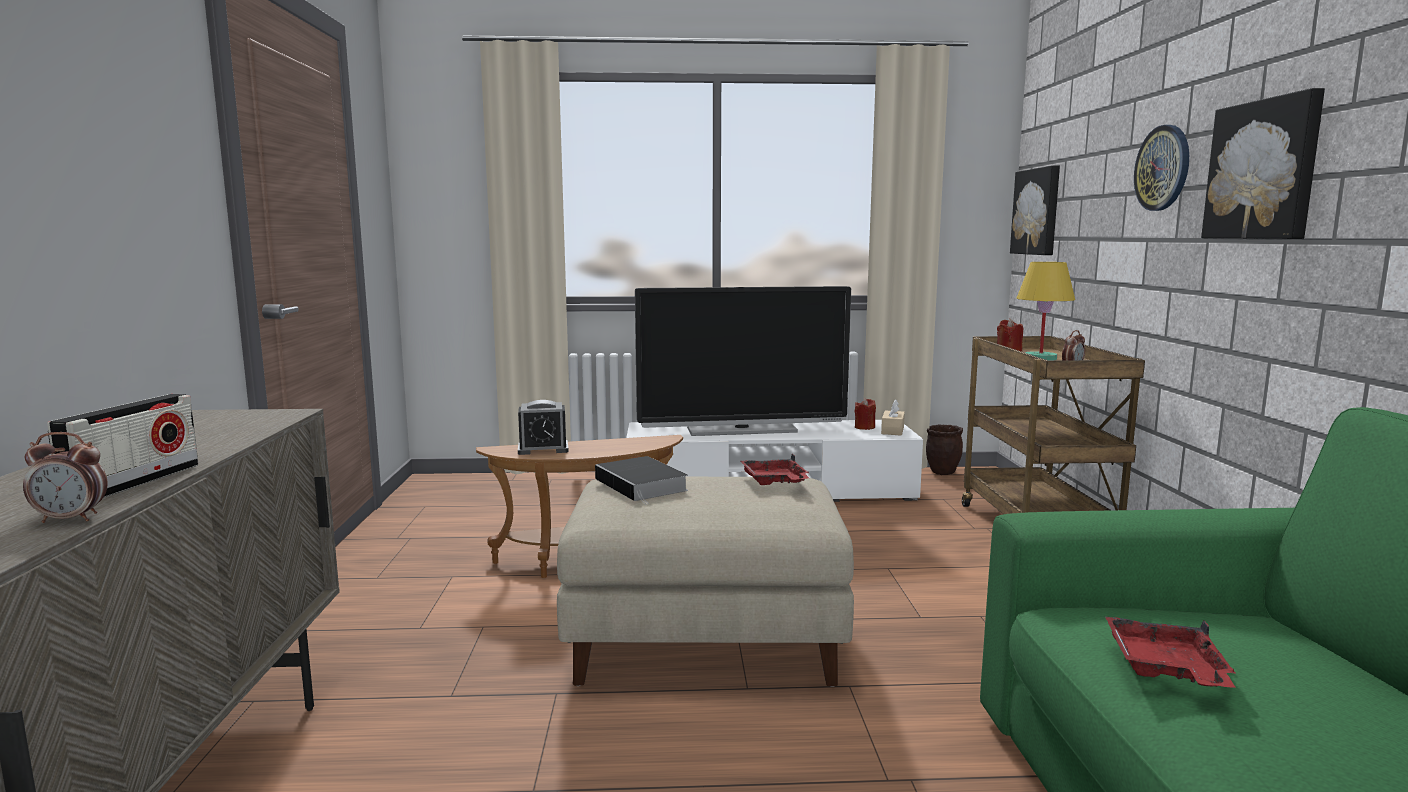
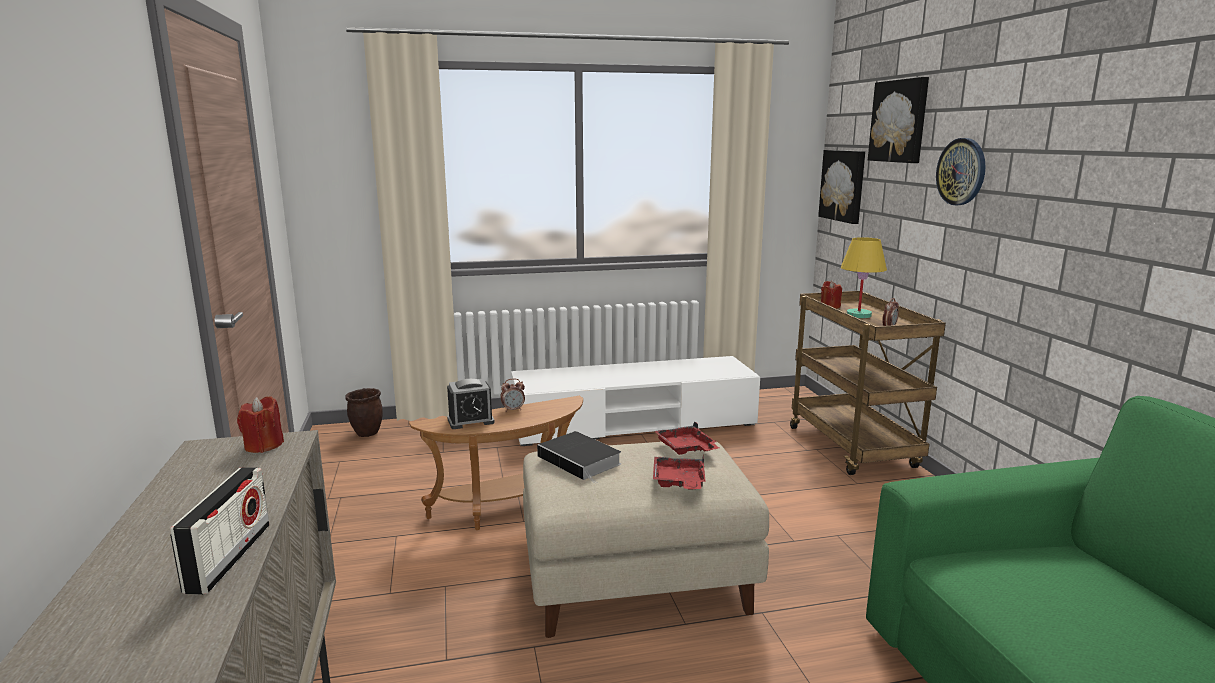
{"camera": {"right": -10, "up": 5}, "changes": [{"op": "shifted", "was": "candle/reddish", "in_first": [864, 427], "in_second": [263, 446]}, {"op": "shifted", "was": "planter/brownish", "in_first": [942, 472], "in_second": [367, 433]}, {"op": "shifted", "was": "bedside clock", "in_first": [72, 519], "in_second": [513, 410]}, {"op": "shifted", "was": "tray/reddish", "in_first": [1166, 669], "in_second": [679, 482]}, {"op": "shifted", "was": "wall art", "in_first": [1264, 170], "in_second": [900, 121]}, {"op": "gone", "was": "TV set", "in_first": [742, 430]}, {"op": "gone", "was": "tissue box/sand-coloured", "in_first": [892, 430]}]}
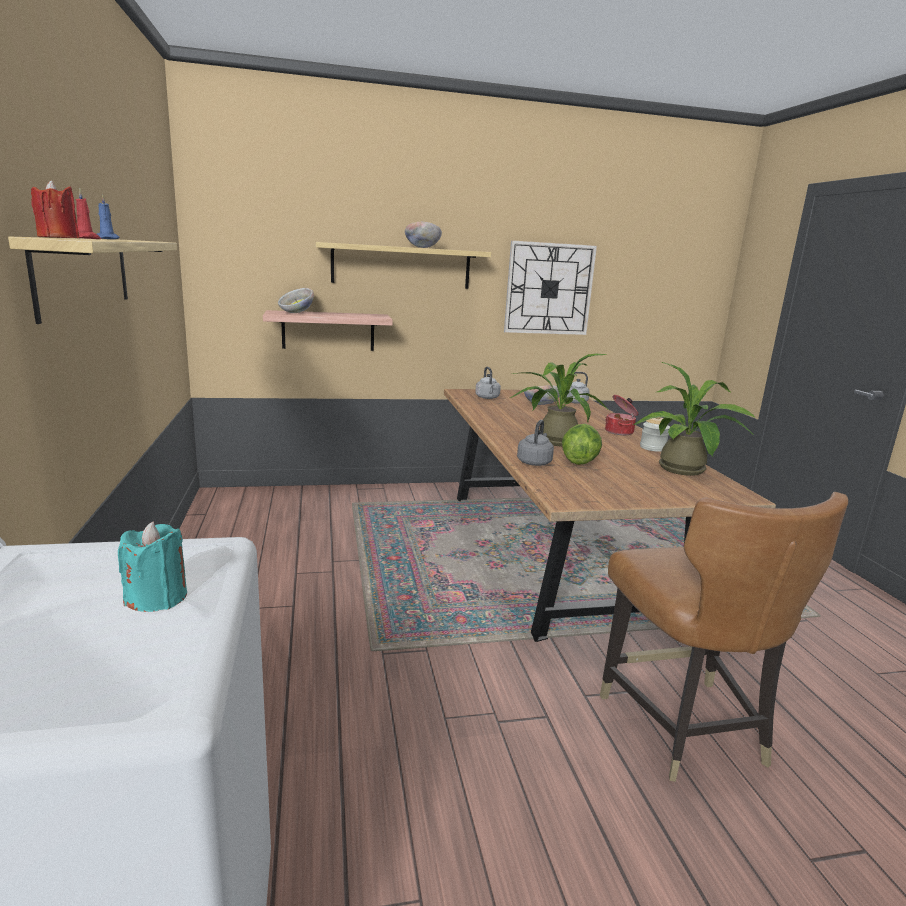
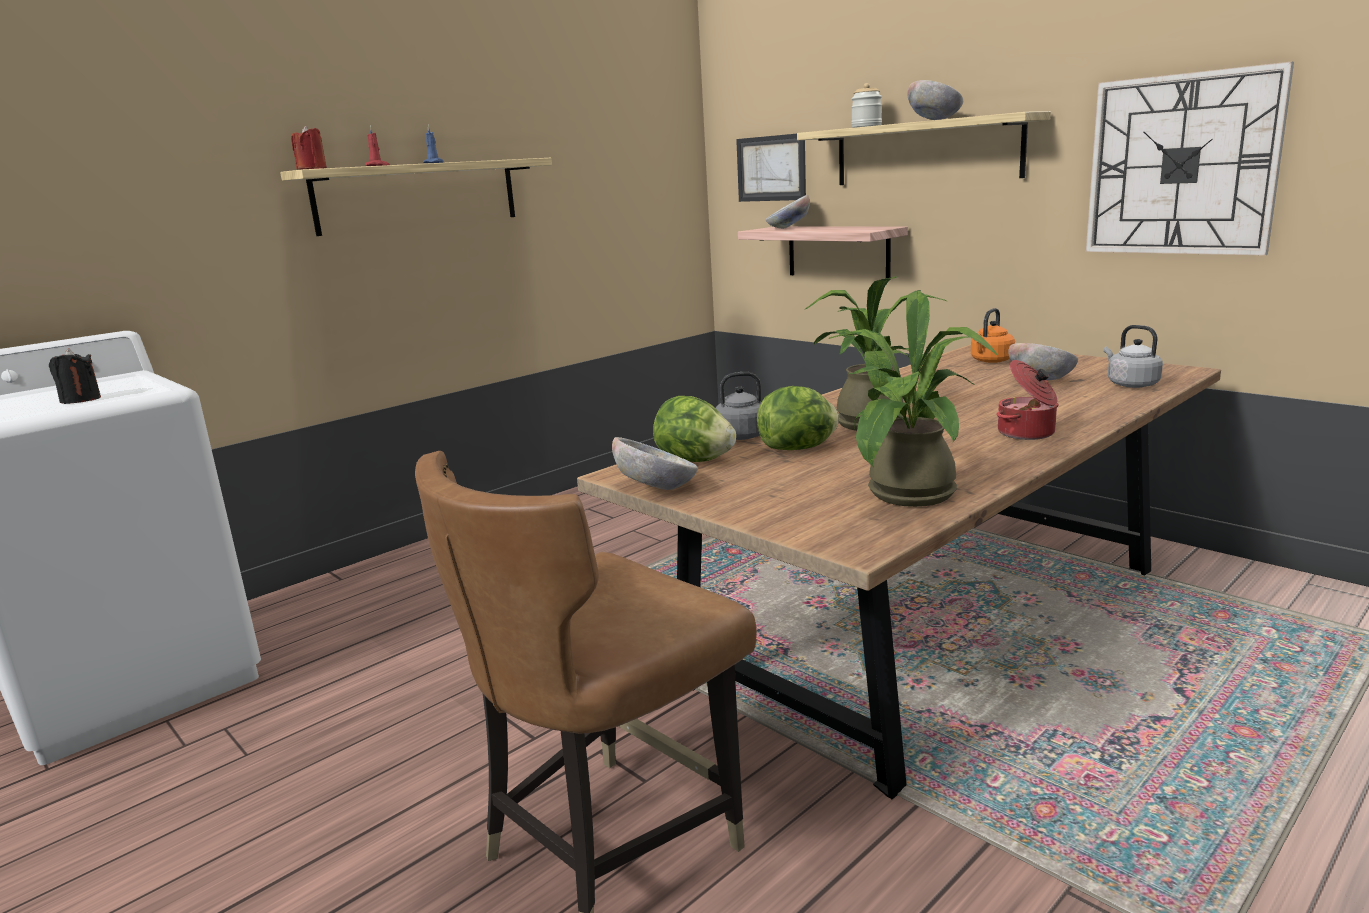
{"camera": {"right": 60, "up": 0}, "changes": [{"op": "repainted", "was": "candle/blue-green", "now": "candle/black", "in_first": [157, 598], "in_second": [80, 400]}, {"op": "new", "now": "bowl", "in_second": [657, 489]}, {"op": "new", "now": "lettuce", "in_second": [694, 460]}, {"op": "new", "now": "wall art", "in_second": [771, 168]}, {"op": "shifted", "was": "preserve jar", "in_first": [652, 448], "in_second": [866, 126]}, {"op": "repainted", "was": "kettle/gray", "now": "kettle/orange-coloured", "in_first": [487, 398], "in_second": [990, 361]}]}
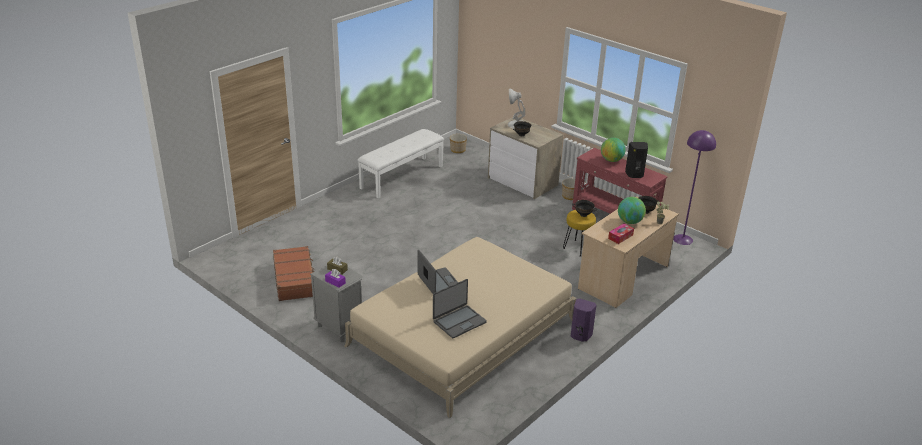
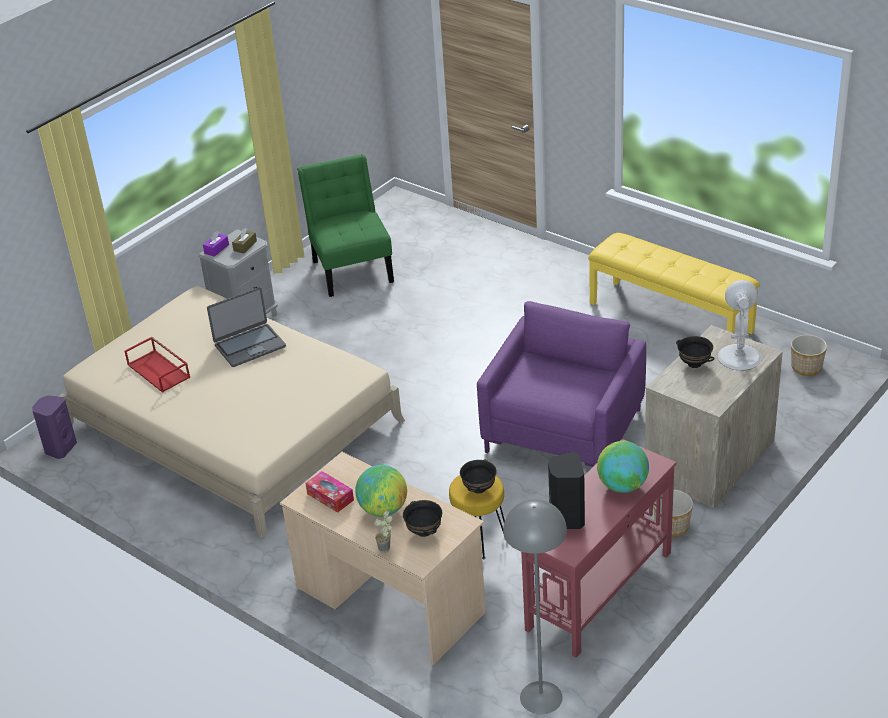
{"camera": {"right": 90, "up": 5}, "changes": [{"op": "shifted", "was": "speaker/purple-coloured", "in_first": [580, 335], "in_second": [60, 448]}, {"op": "swapped", "was": "laptop", "now": "tray/reddish", "in_first": [459, 322], "in_second": [159, 371]}, {"op": "swapped", "was": "suitcase/brownish", "now": "chair/green-coloured", "in_first": [295, 279], "in_second": [352, 269]}, {"op": "new", "now": "easy chair/purple-coloured", "in_second": [563, 431]}, {"op": "repainted", "was": "standing lamp/purple-coloured", "now": "standing lamp/gray", "in_first": [683, 239], "in_second": [540, 697]}, {"op": "repainted", "was": "bench/white", "now": "bench/yellow", "in_first": [401, 177], "in_second": [671, 317]}]}
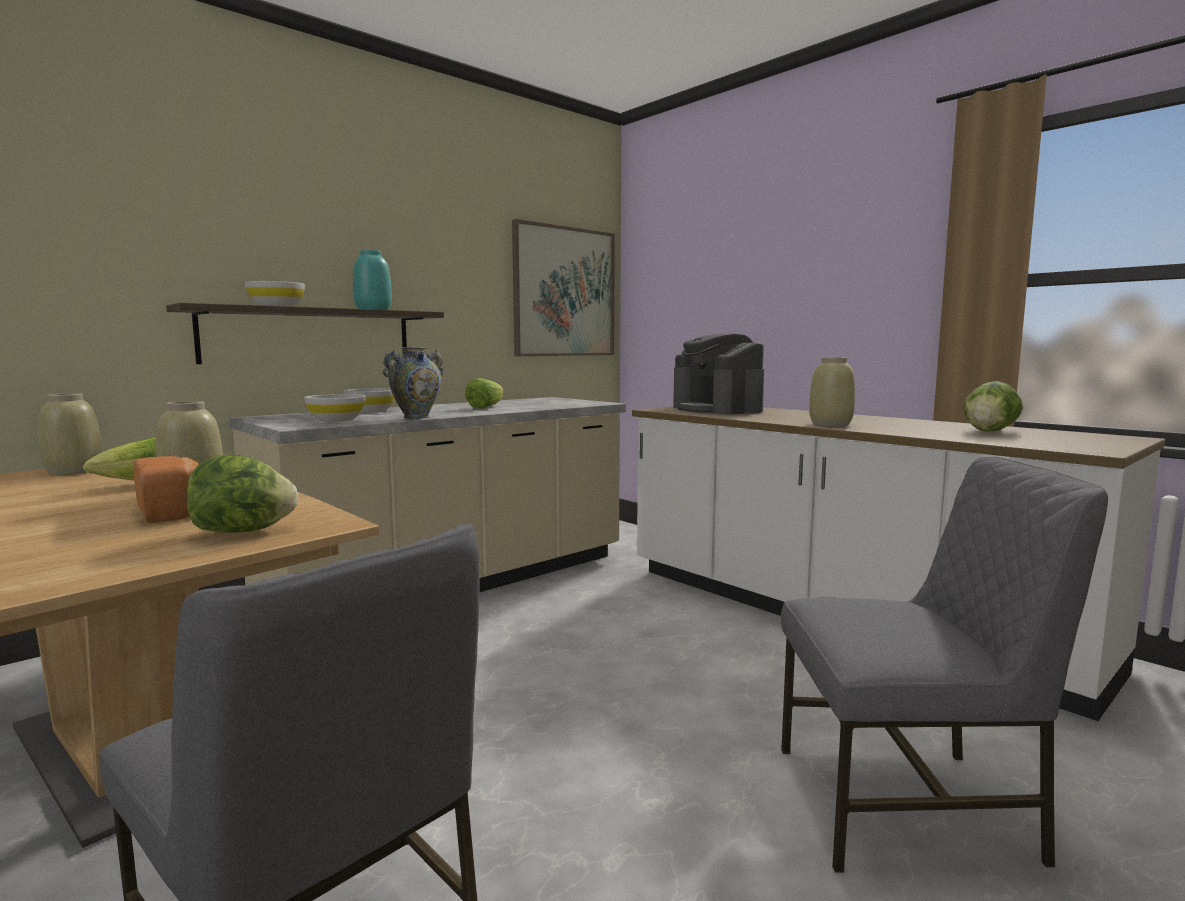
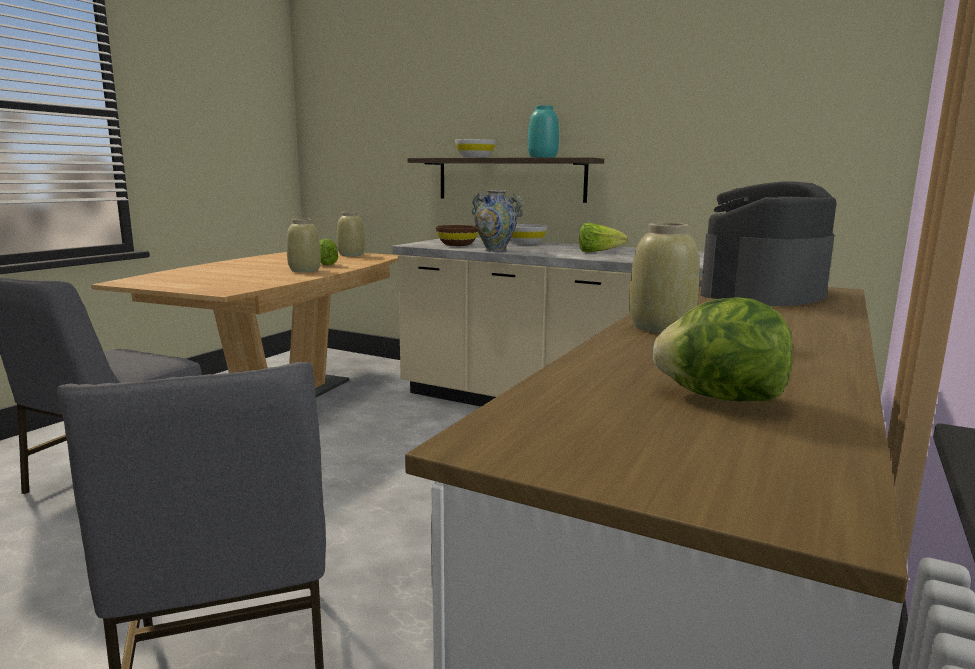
{"camera": {"right": 70, "up": 5}, "changes": [{"op": "repainted", "was": "bowl/white", "now": "bowl/brownish", "in_first": [336, 420], "in_second": [457, 245]}, {"op": "gone", "was": "baked bread", "in_first": [175, 511]}, {"op": "gone", "was": "lettuce", "in_first": [243, 532]}, {"op": "gone", "was": "wall art", "in_first": [564, 292]}]}
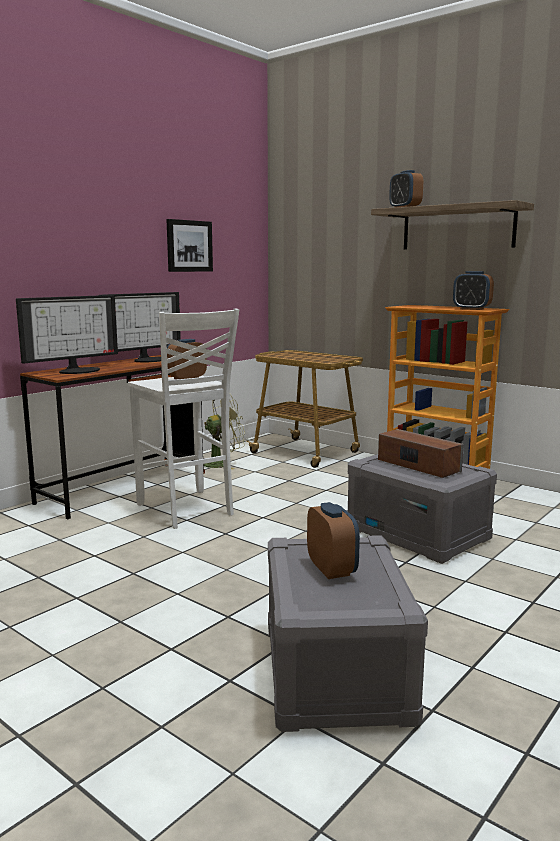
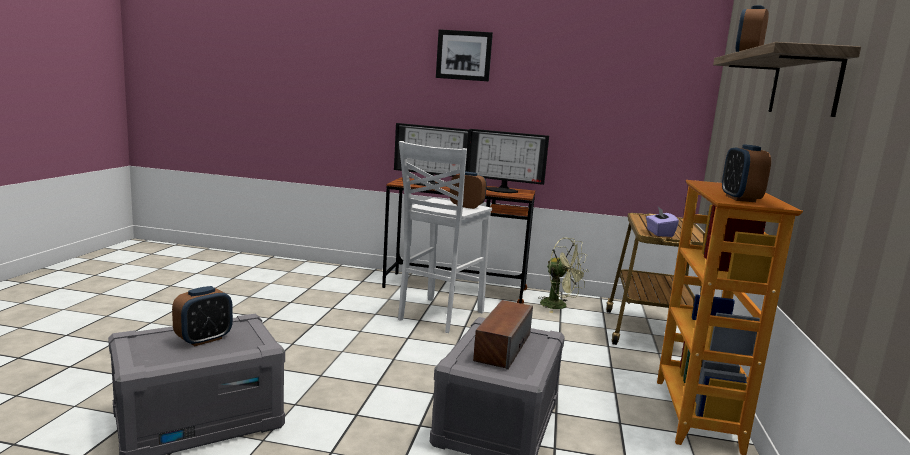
{"camera": {"right": 60, "up": 0}, "changes": [{"op": "shifted", "was": "wall art", "in_first": [189, 246], "in_second": [464, 55]}, {"op": "new", "now": "tissue box/purple-coloured", "in_second": [659, 233]}]}
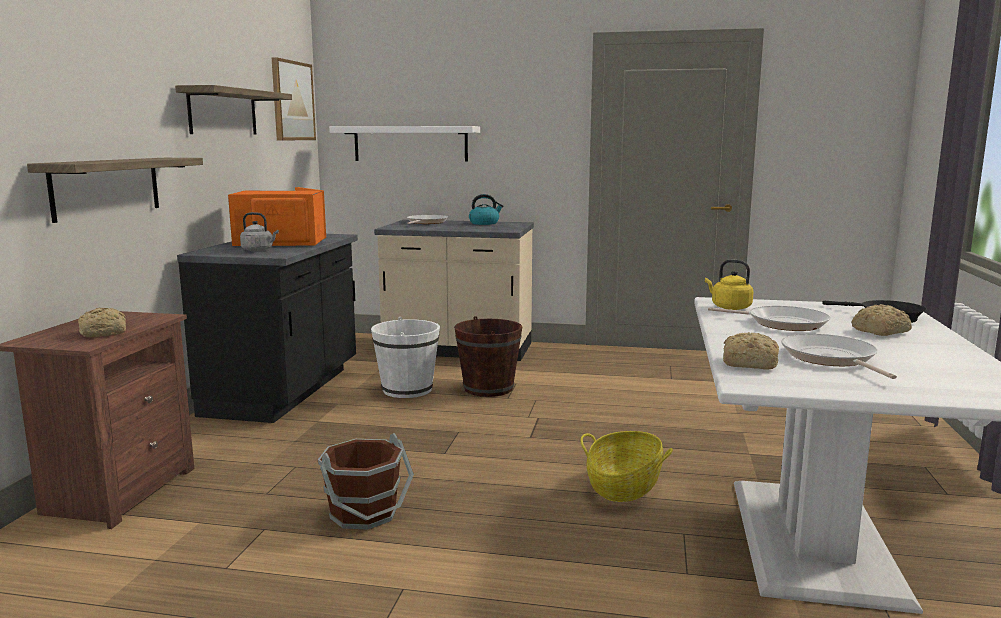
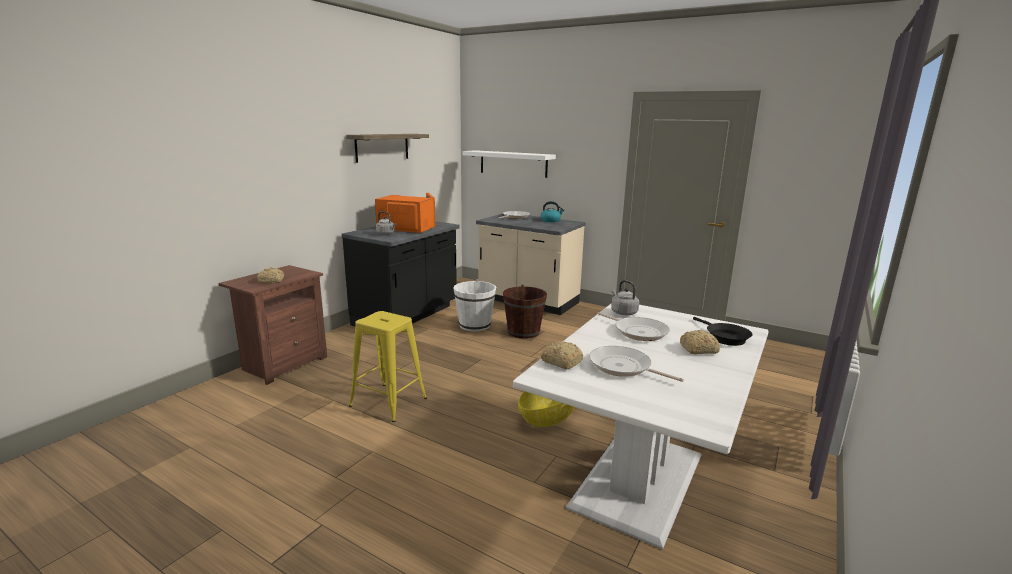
{"camera": {"right": 20, "up": 5}, "changes": [{"op": "swapped", "was": "water bucket/brownish", "now": "sitting stool/yellow", "in_first": [365, 513], "in_second": [388, 402]}, {"op": "rotated", "was": "skillet", "in_first": [830, 358], "in_second": [623, 367], "clockwise": -60}, {"op": "repainted", "was": "kettle/yellow", "now": "kettle/gray", "in_first": [729, 307], "in_second": [623, 312]}, {"op": "gone", "was": "bracket shelf", "in_first": [106, 187]}, {"op": "gone", "was": "wall art", "in_first": [292, 101]}]}
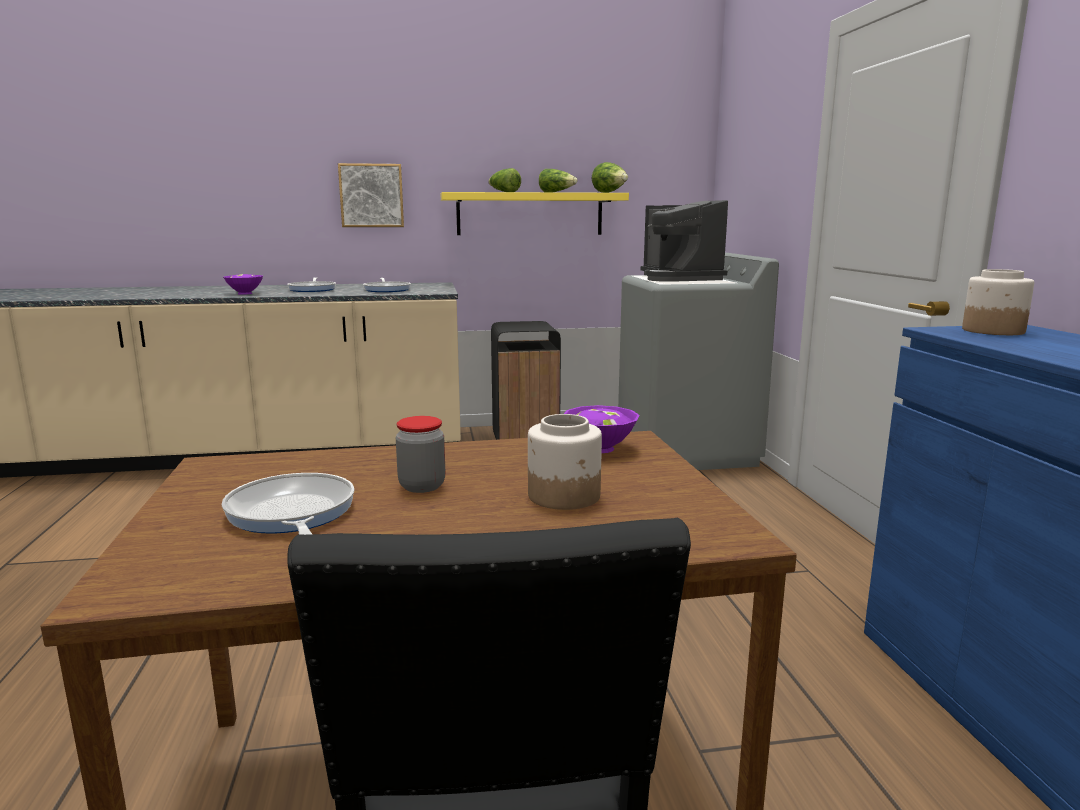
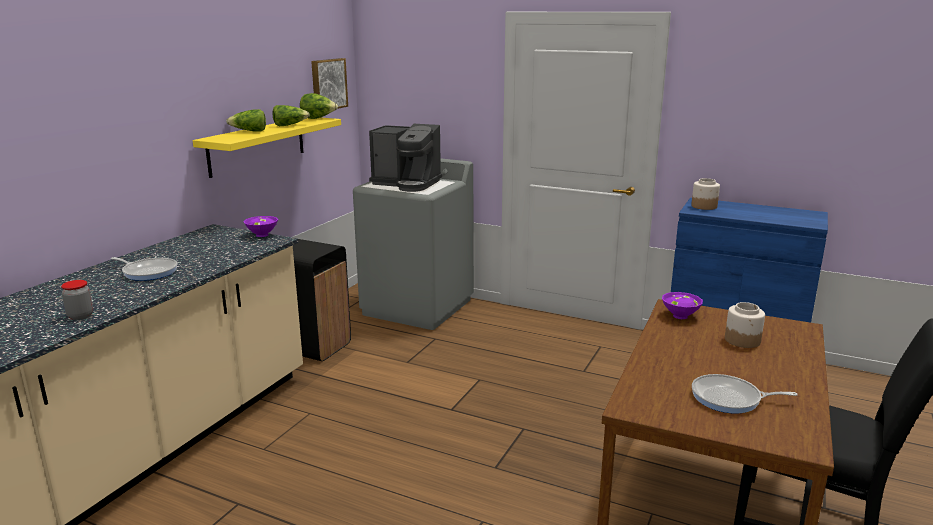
{"camera": {"right": -55, "up": 5}, "changes": [{"op": "shifted", "was": "preserve jar", "in_first": [422, 486], "in_second": [80, 316]}, {"op": "shifted", "was": "bowl/purple-coloured", "in_first": [246, 293], "in_second": [263, 235]}, {"op": "shifted", "was": "wall art", "in_first": [371, 195], "in_second": [328, 84]}, {"op": "gone", "was": "skillet", "in_first": [387, 289]}]}
